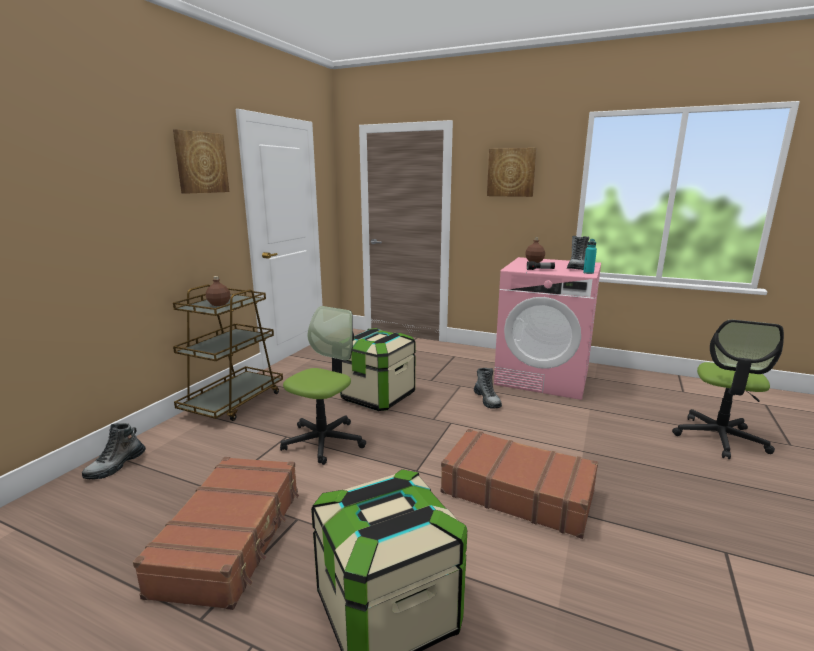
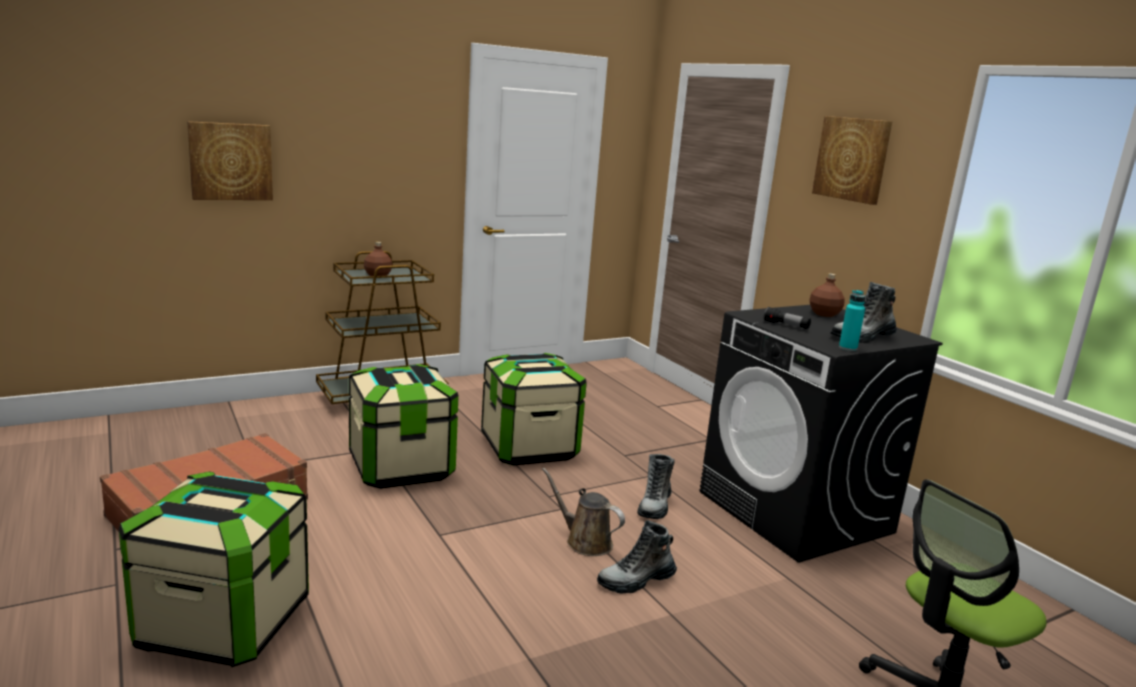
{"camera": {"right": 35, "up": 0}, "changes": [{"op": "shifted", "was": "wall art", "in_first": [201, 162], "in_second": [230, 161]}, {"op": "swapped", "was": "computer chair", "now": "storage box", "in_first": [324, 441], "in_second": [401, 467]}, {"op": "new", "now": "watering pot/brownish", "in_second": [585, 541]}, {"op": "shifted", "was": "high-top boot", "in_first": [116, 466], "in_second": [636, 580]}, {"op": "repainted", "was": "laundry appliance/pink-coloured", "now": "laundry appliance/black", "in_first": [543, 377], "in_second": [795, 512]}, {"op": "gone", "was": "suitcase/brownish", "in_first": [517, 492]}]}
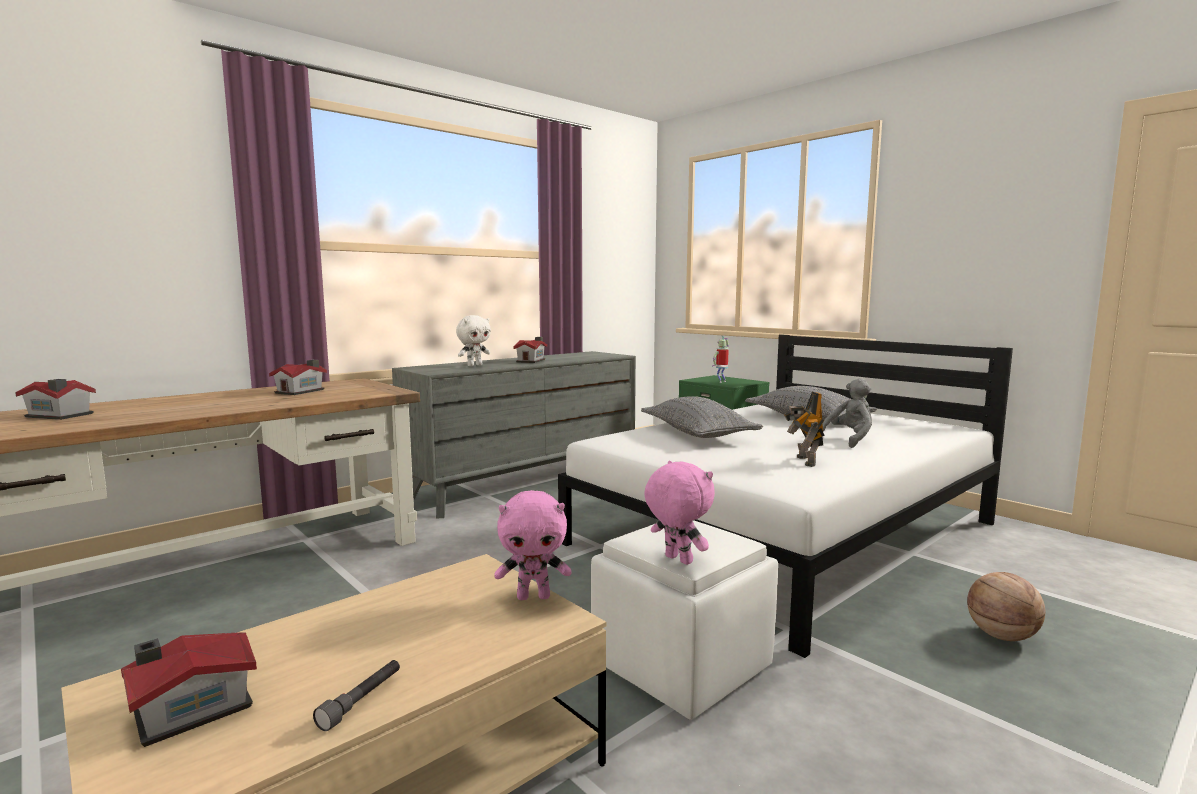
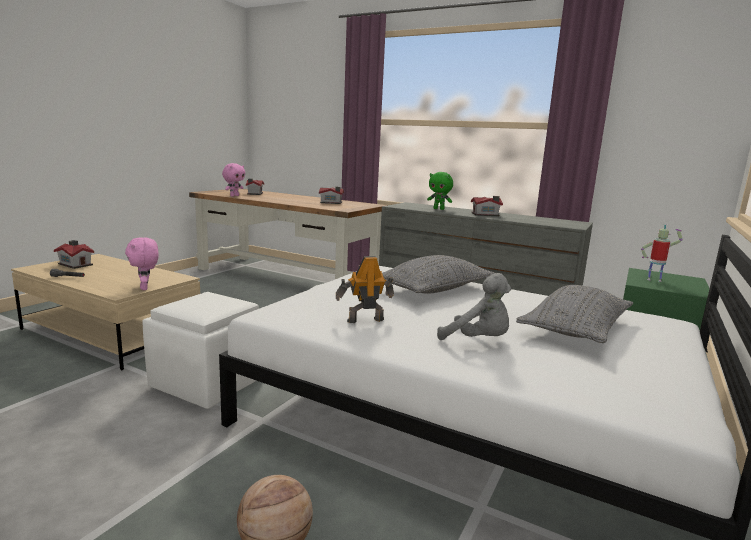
{"camera": {"right": 70, "up": 5}, "changes": [{"op": "shifted", "was": "soft toy/pink-coloured", "in_first": [677, 560], "in_second": [234, 196]}, {"op": "repainted", "was": "soft toy/white", "now": "soft toy/green-coloured", "in_first": [474, 365], "in_second": [439, 209]}]}
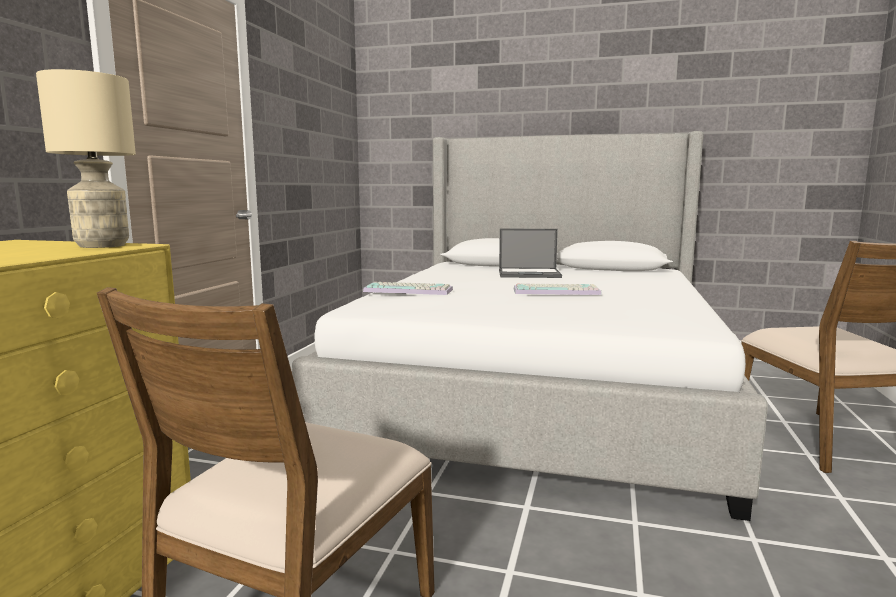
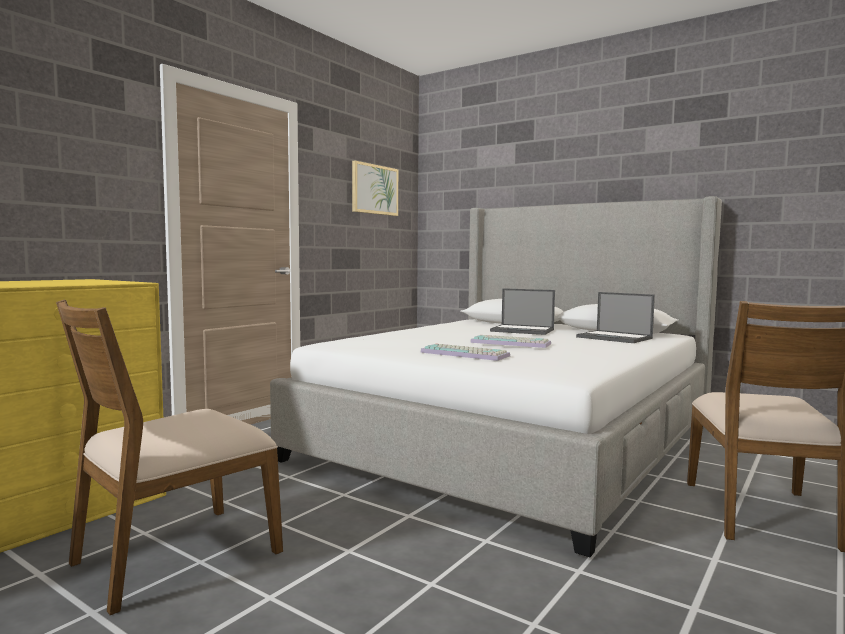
{"camera": {"right": 20, "up": -5}, "changes": [{"op": "new", "now": "wall art", "in_second": [374, 189]}, {"op": "shifted", "was": "keyboard", "in_first": [409, 290], "in_second": [466, 354]}, {"op": "new", "now": "laptop", "in_second": [615, 338]}, {"op": "gone", "was": "table lamp/sand-coloured", "in_first": [102, 246]}]}
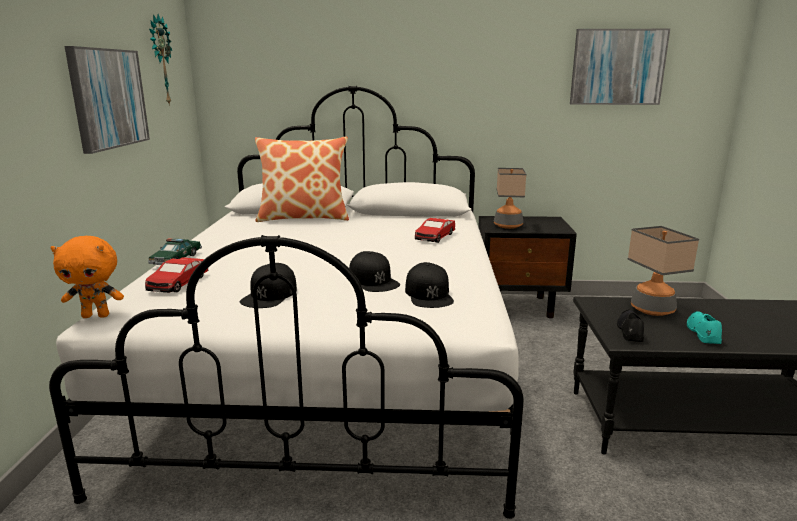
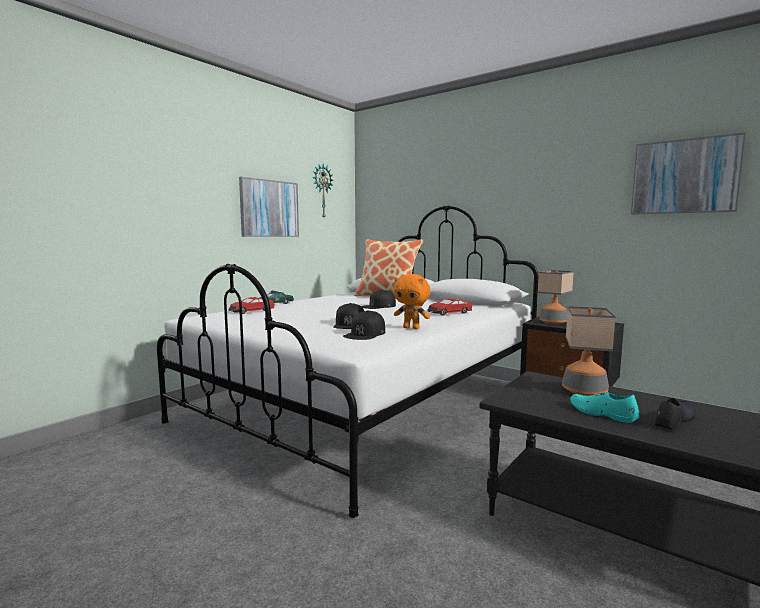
{"camera": {"right": 35, "up": -10}, "changes": [{"op": "shifted", "was": "cap/black", "in_first": [270, 295], "in_second": [379, 306]}, {"op": "shifted", "was": "soft toy/orange-coloured", "in_first": [96, 315], "in_second": [412, 328]}, {"op": "rotated", "was": "item of footwear/blue-green", "in_first": [703, 332], "in_second": [602, 413], "clockwise": -90}, {"op": "shifted", "was": "item of footwear/black", "in_first": [630, 330], "in_second": [673, 420]}]}
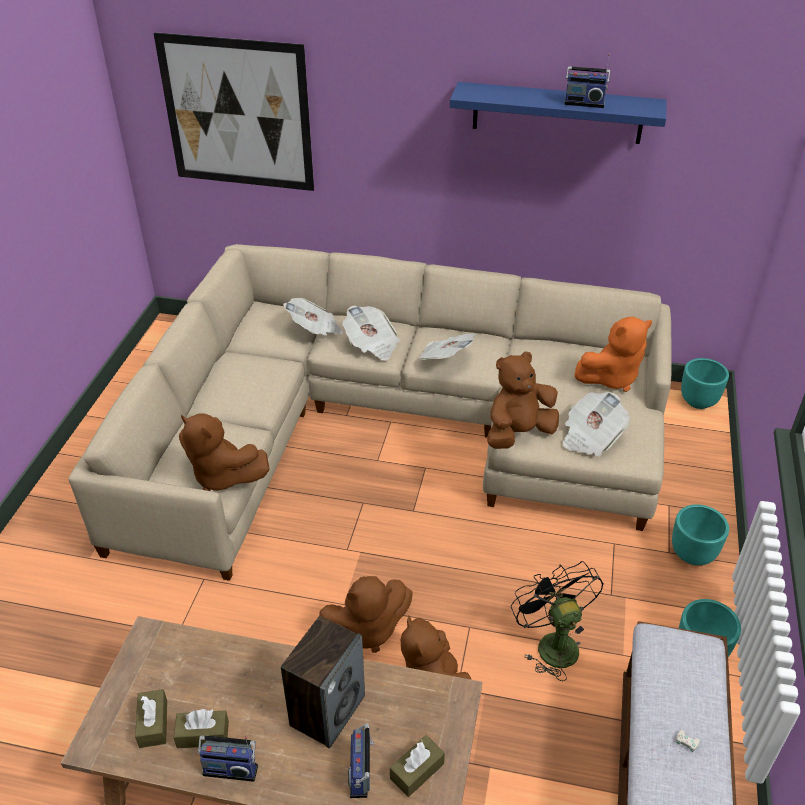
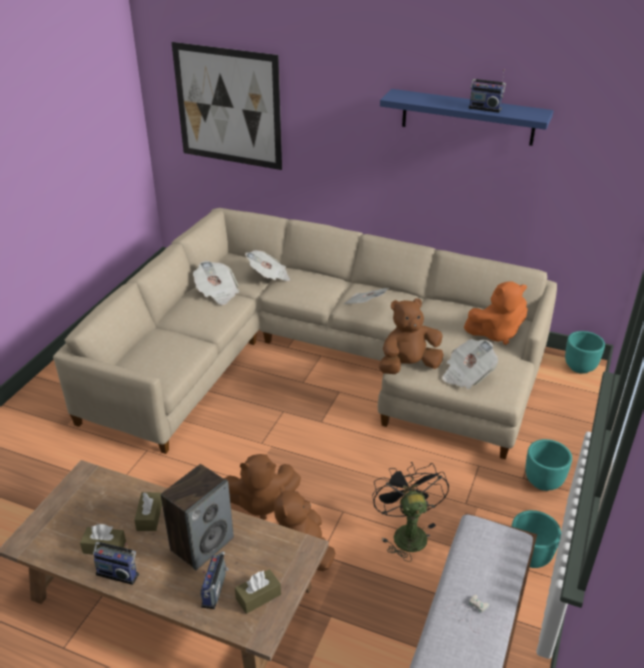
{"camera": {"right": 10, "up": -5}, "changes": [{"op": "shifted", "was": "tissue box/brownish", "in_first": [153, 723], "in_second": [149, 516]}, {"op": "shifted", "was": "daily paper", "in_first": [372, 345], "in_second": [217, 293]}, {"op": "gone", "was": "soft toy/brownish", "in_first": [222, 476]}]}
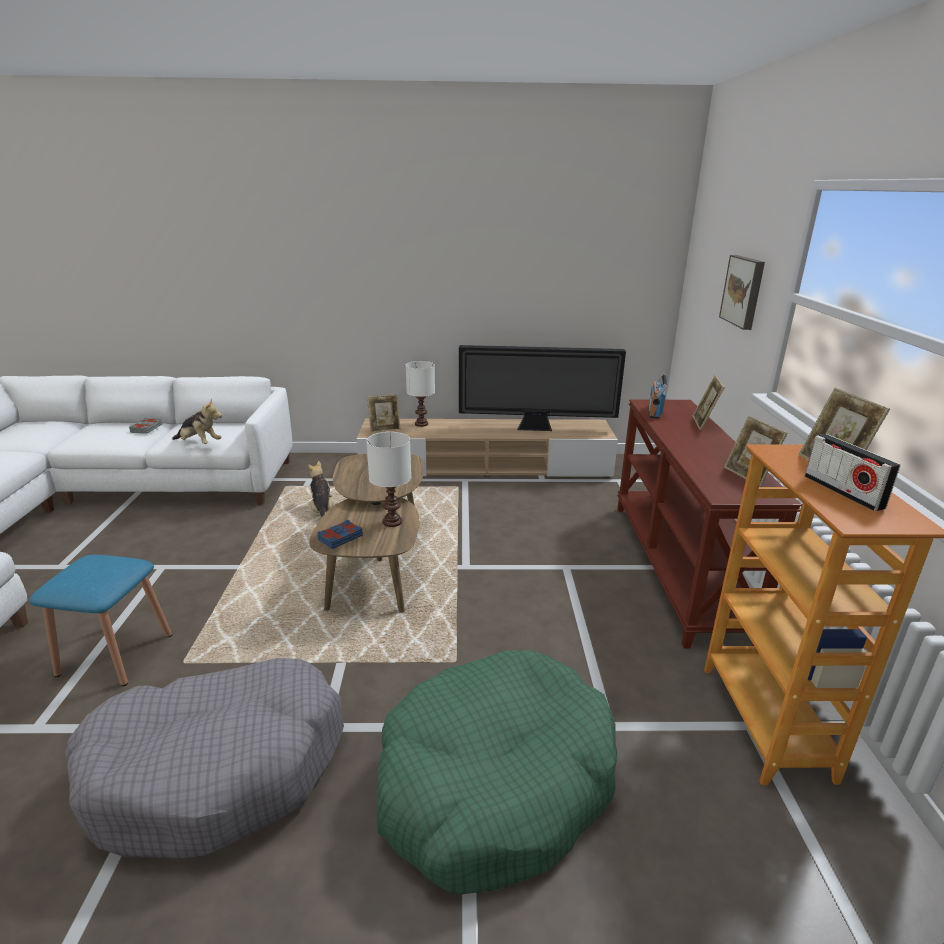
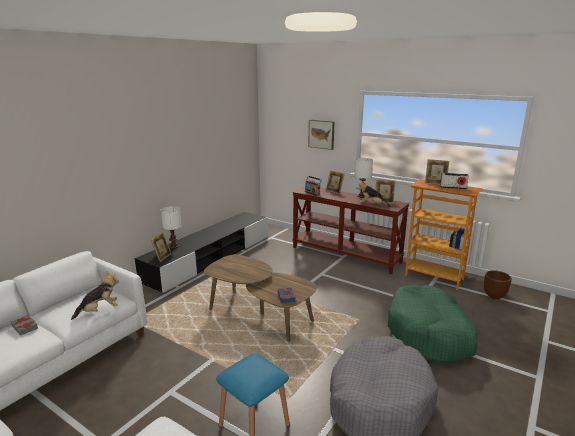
{"camera": {"right": -55, "up": -5}, "changes": [{"op": "repainted", "was": "media console/sand-coloured", "now": "media console/black", "in_first": [486, 467], "in_second": [210, 258]}, {"op": "shifted", "was": "table lamp/white", "in_first": [393, 522], "in_second": [362, 196]}, {"op": "shifted", "was": "soft toy", "in_first": [322, 511], "in_second": [371, 205]}, {"op": "new", "now": "planter/brownish", "in_second": [494, 295]}, {"op": "gone", "was": "TV set", "in_first": [536, 429]}]}
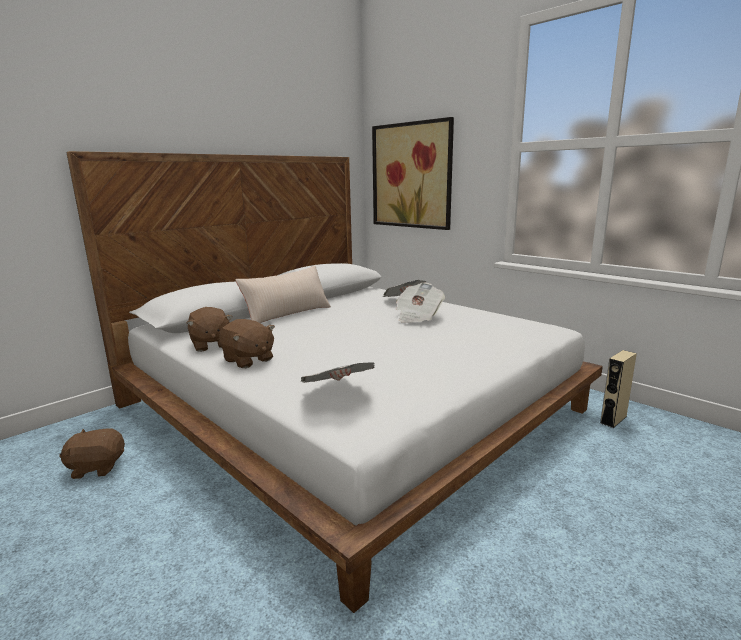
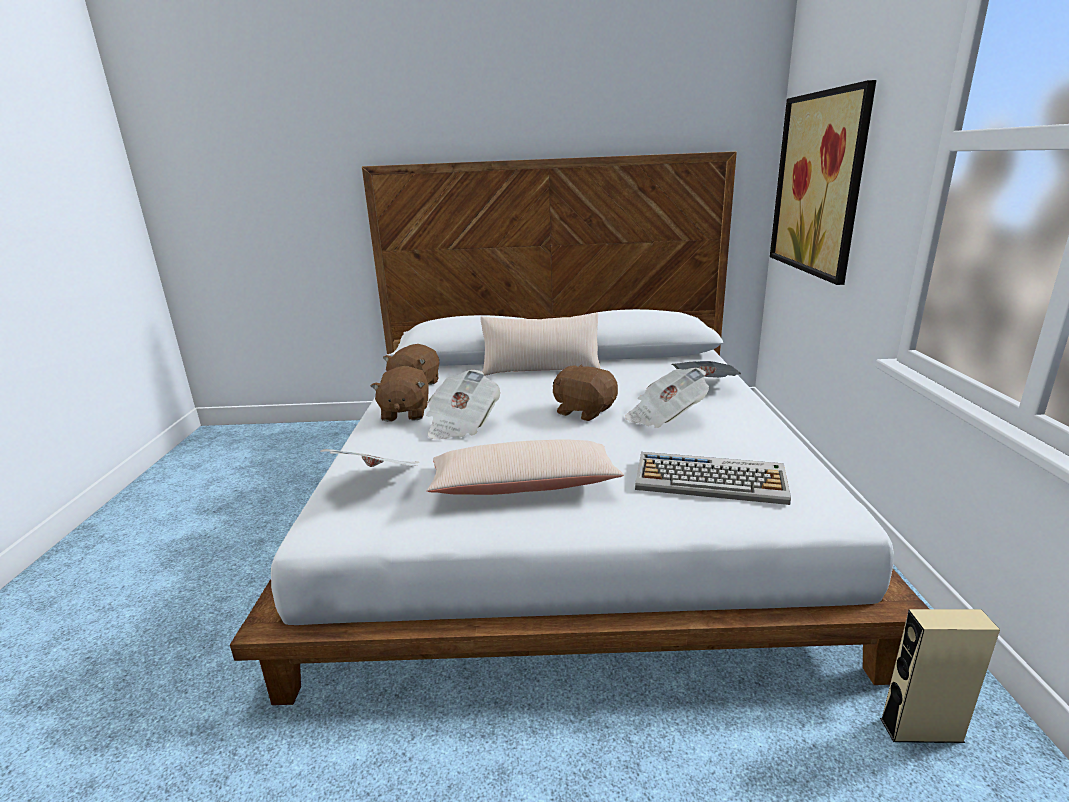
{"camera": {"right": 45, "up": 5}, "changes": [{"op": "new", "now": "daily paper", "in_second": [461, 424]}, {"op": "new", "now": "throw pillow/sand-coloured", "in_second": [523, 485]}, {"op": "shifted", "was": "soft toy/brownish", "in_first": [97, 467], "in_second": [584, 411]}, {"op": "new", "now": "keyboard", "in_second": [711, 480]}]}
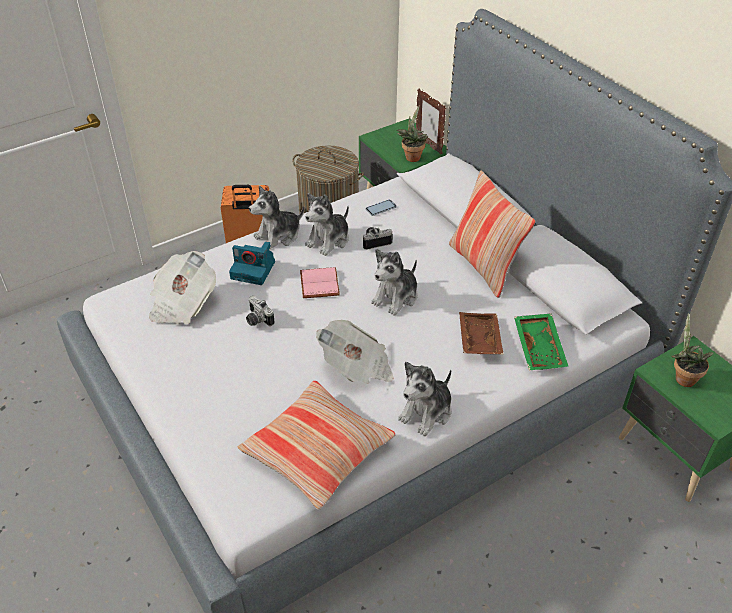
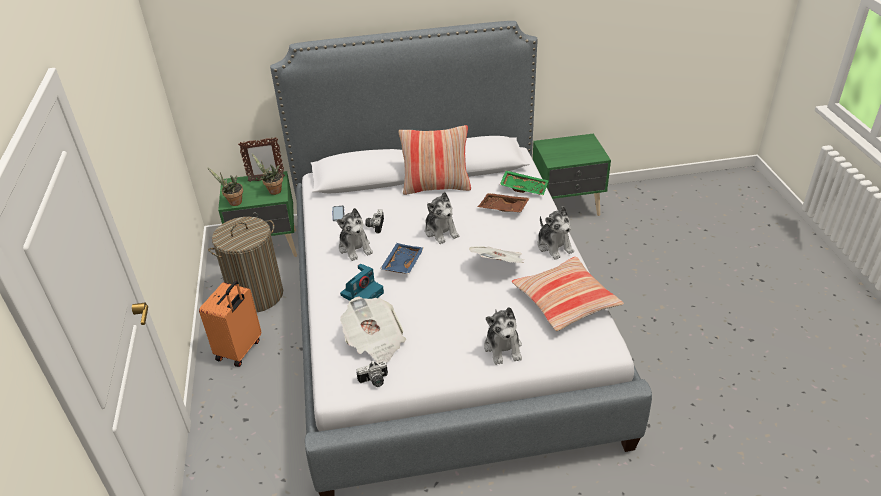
{"camera": {"right": -65, "up": -5}, "changes": [{"op": "shifted", "was": "potted plant", "in_first": [682, 377], "in_second": [233, 202]}, {"op": "shifted", "was": "still camera", "in_first": [257, 320], "in_second": [374, 381]}, {"op": "swapped", "was": "volume/pink-coloured", "now": "tray/blue-coloured", "in_first": [318, 283], "in_second": [401, 263]}, {"op": "shifted", "was": "soft toy", "in_first": [278, 236], "in_second": [503, 347]}]}
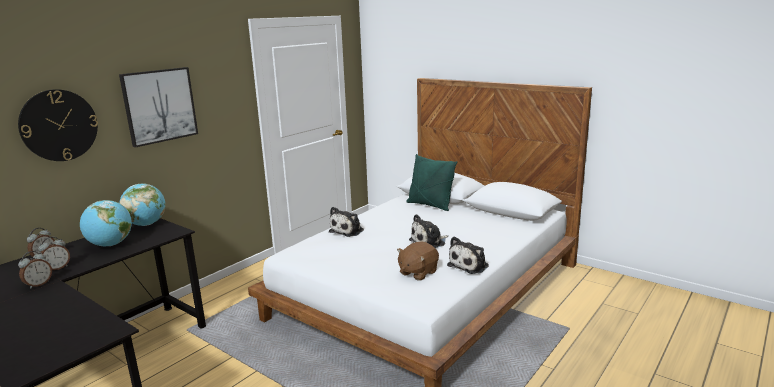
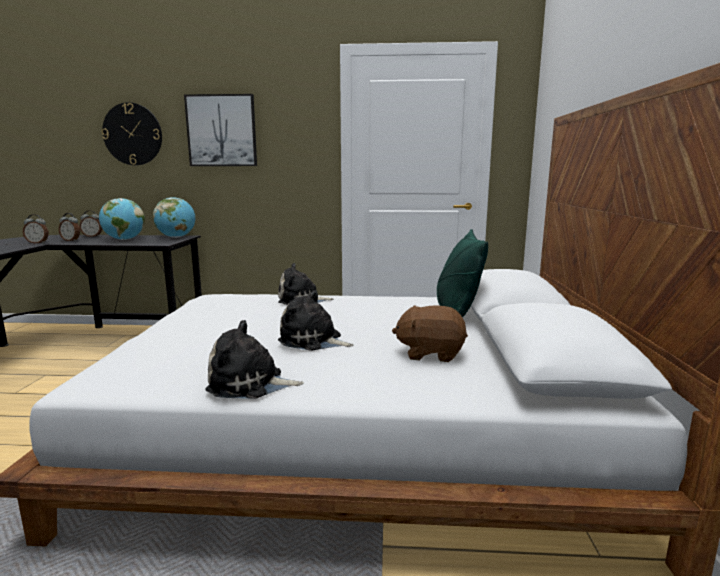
{"camera": {"right": 55, "up": -5}, "changes": [{"op": "shifted", "was": "soft toy/brownish", "in_first": [417, 272], "in_second": [430, 353]}]}
